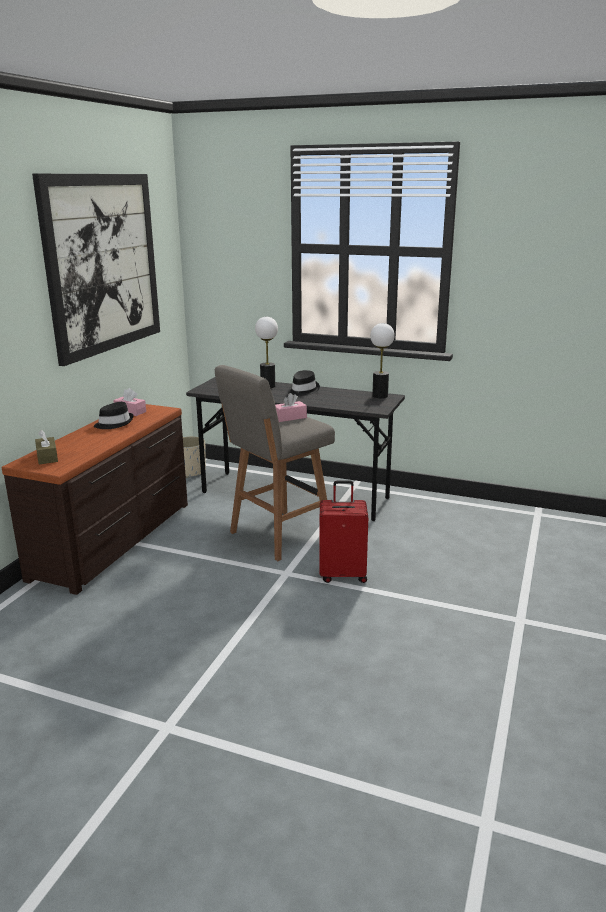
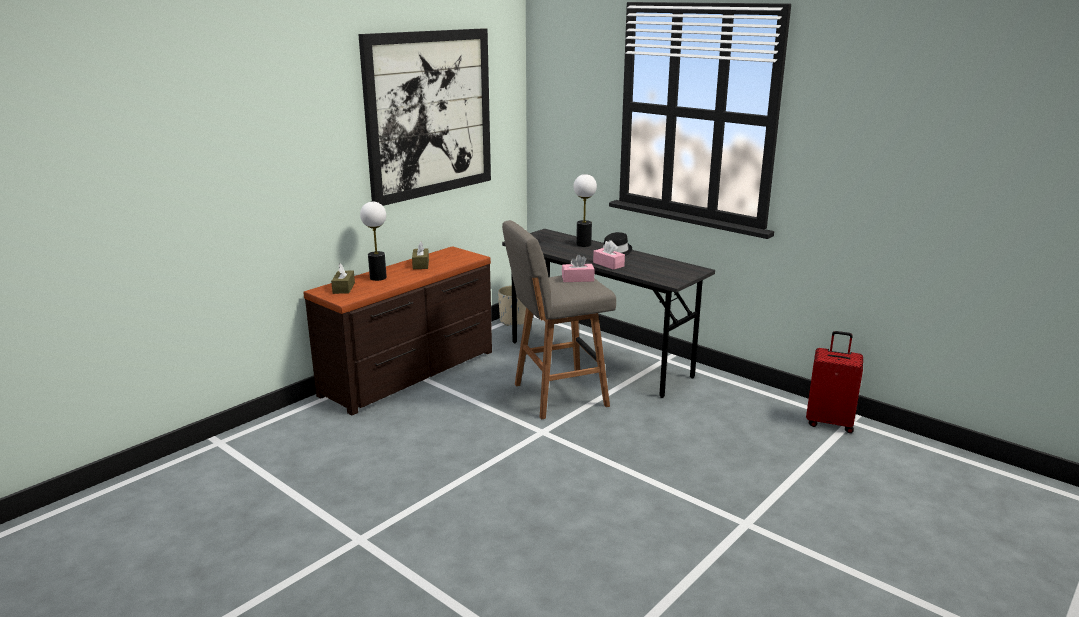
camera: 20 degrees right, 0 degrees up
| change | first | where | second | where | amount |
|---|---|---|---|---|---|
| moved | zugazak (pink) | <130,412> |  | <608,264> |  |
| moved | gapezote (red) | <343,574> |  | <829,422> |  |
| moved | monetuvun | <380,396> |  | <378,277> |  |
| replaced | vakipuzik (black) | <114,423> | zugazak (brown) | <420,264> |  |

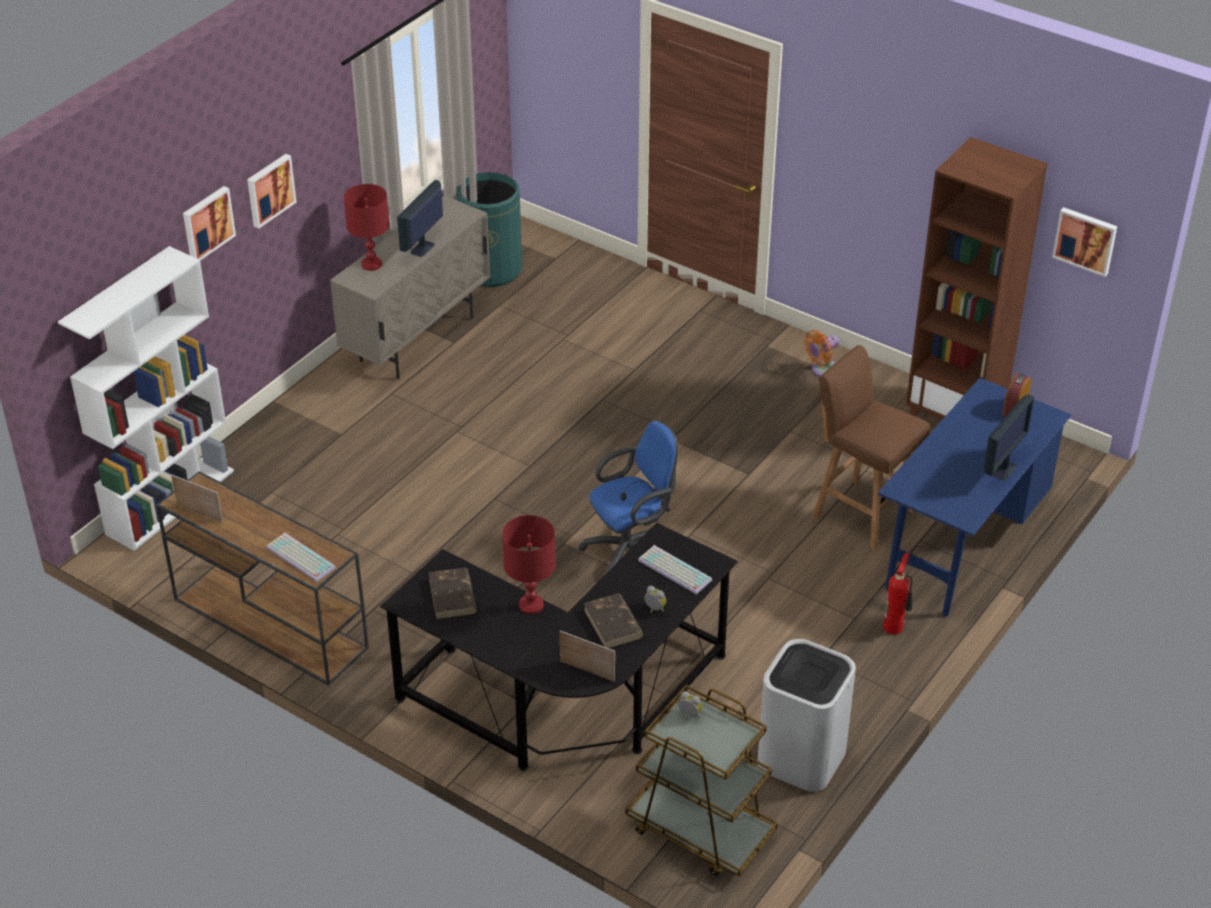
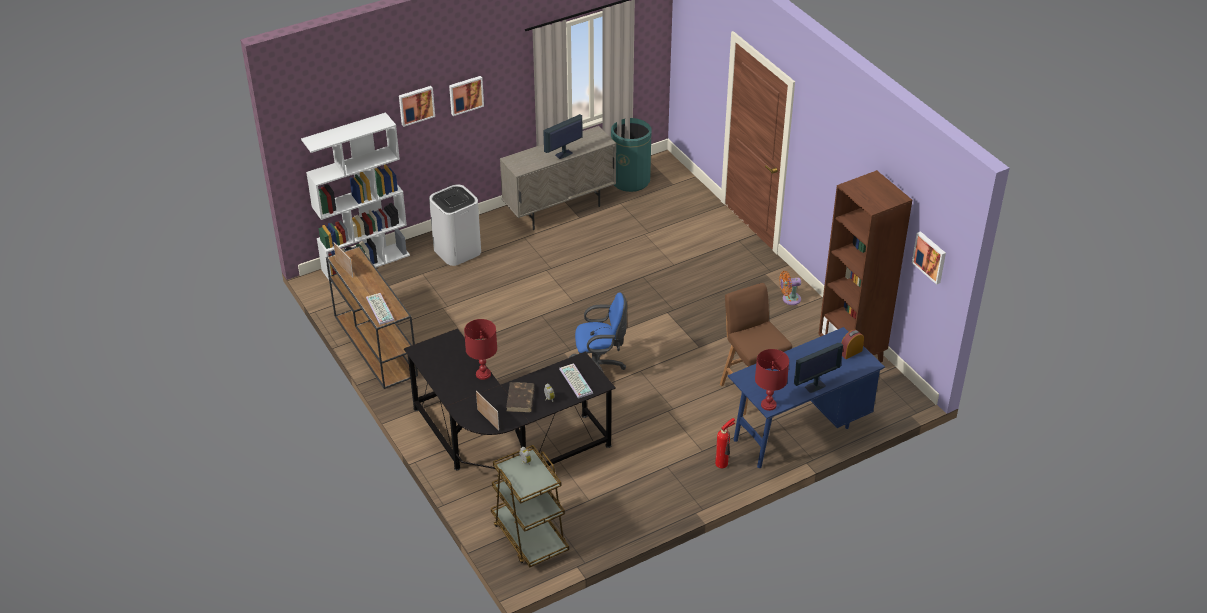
camera: 25 degrees right, 0 degrees up
| change | first | where | second | where | amount |
|---|---|---|---|---|---|
| removed | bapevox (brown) | <452,596> |  |  |  |
| moved | monetuvun (red) | <371,264> |  | <768,405> |  |
| moved | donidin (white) | <801,757> |  | <457,250> |  |

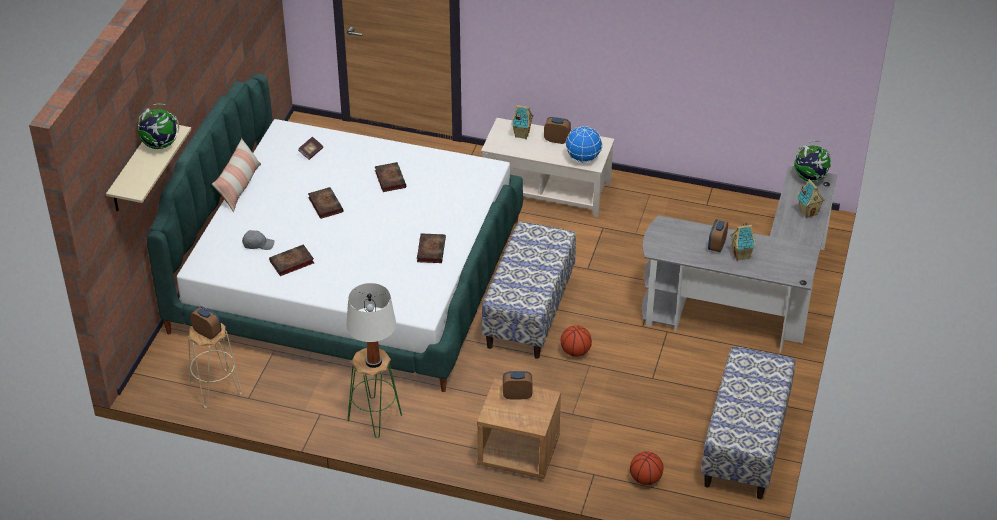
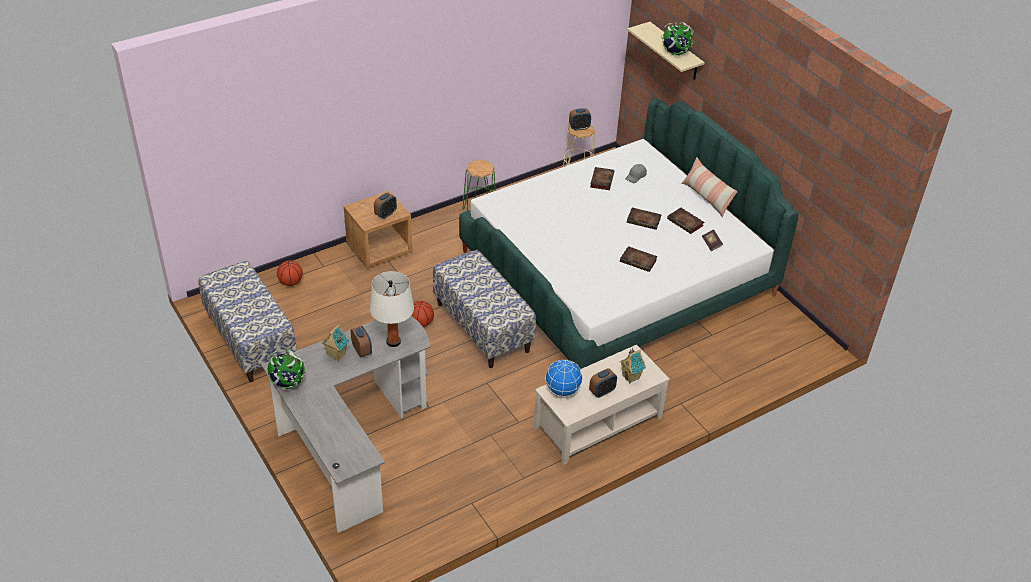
camera: 130 degrees right, 0 degrees up
| change | first | where | second | where | amount |
|---|---|---|---|---|---|
| removed | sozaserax | <808,212> |  |  |  |
| moved | monetuvun (white) | <373,361> |  | <393,342> |  |
| moved | bapevox | <430,249> |  | <686,223> |  |
| moved | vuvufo | <810,178> |  | <287,383> |  |

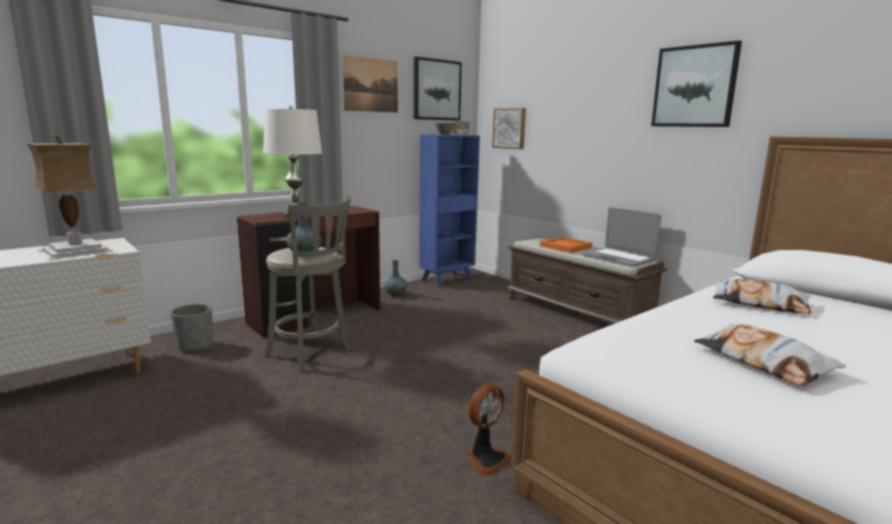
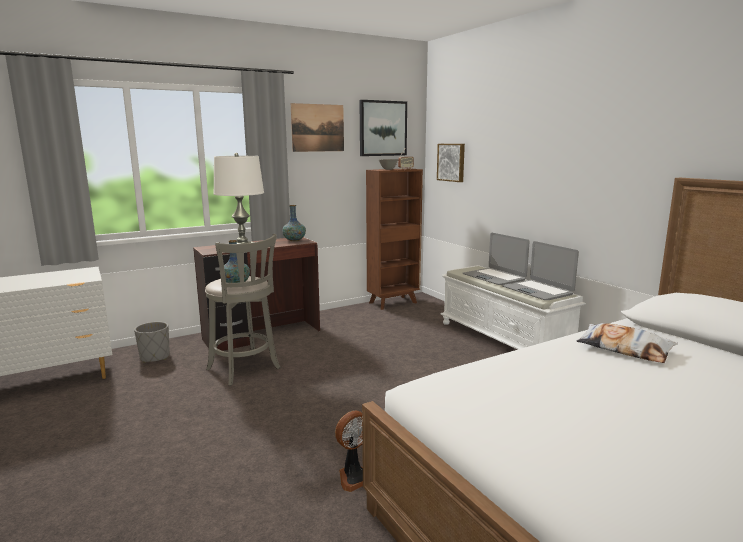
camera: 10 degrees right, 0 degrees up
| change | first | where | second | where | amount |
|---|---|---|---|---|---|
| removed | monetuvun | <77,250> |  |  |  |
| removed | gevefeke | <694,86> |  |  |  |
| removed | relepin | <763,362> |  |  |  |
| moved | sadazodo | <396,294> |  | <294,240> |  |
| replaced | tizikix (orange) | <566,247> | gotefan | <494,277> |  |
| recoloured | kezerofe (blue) | <448,279> | kezerofe (brown) | <394,302> |  |
| recoloured | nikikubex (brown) | <578,312> | nikikubex (white) | <504,340> |  |

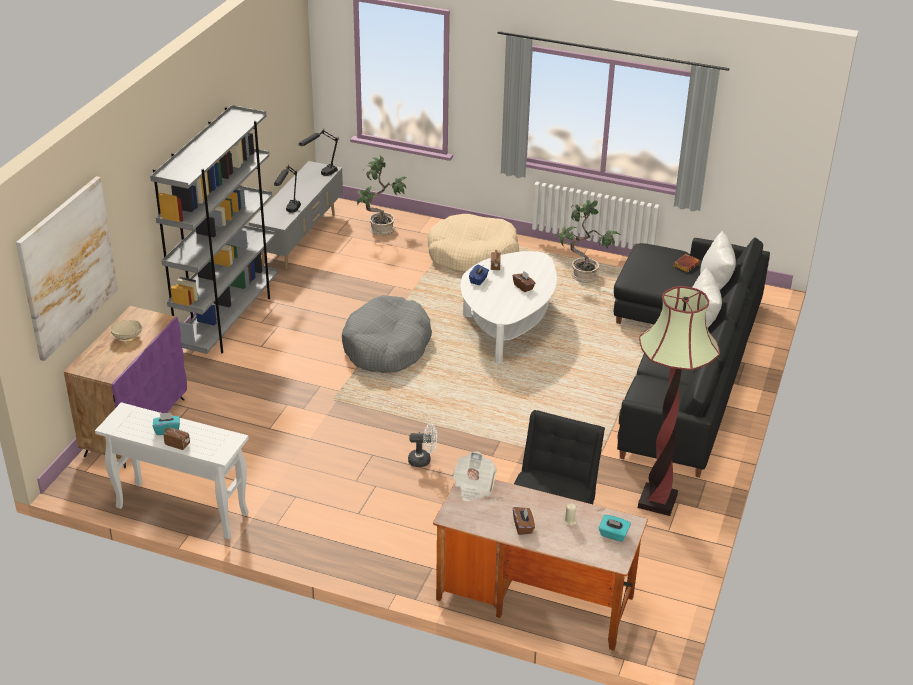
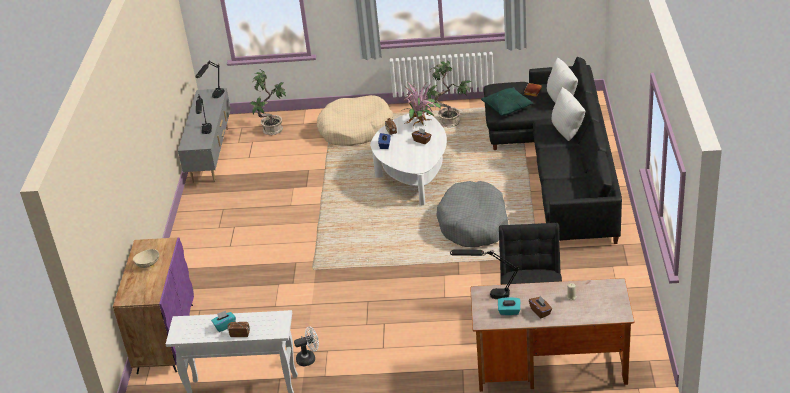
camera: 15 degrees left, 0 degrees up
| change | first | where | second | where | amount |
|---|---|---|---|---|---|
| removed | gevefeke | <68,267> |  |  |  |
| removed | kezerofe (grey) | <228,320> |  |  |  |
| removed | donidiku | <657,501> |  |  |  |
| added |  |  | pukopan | <421,124> |  |
| added |  |  | relepin (green) | <507,107> |  |
| moved | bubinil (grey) | <387,347> |  | <473,224> |  |
| moved | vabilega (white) | <423,460> |  | <309,358> |  |
| moved | zugazak (turquoise) | <613,535> |  | <509,312> |  |
| replaced | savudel | <473,486> | monetuvun (black) | <486,294> |  |

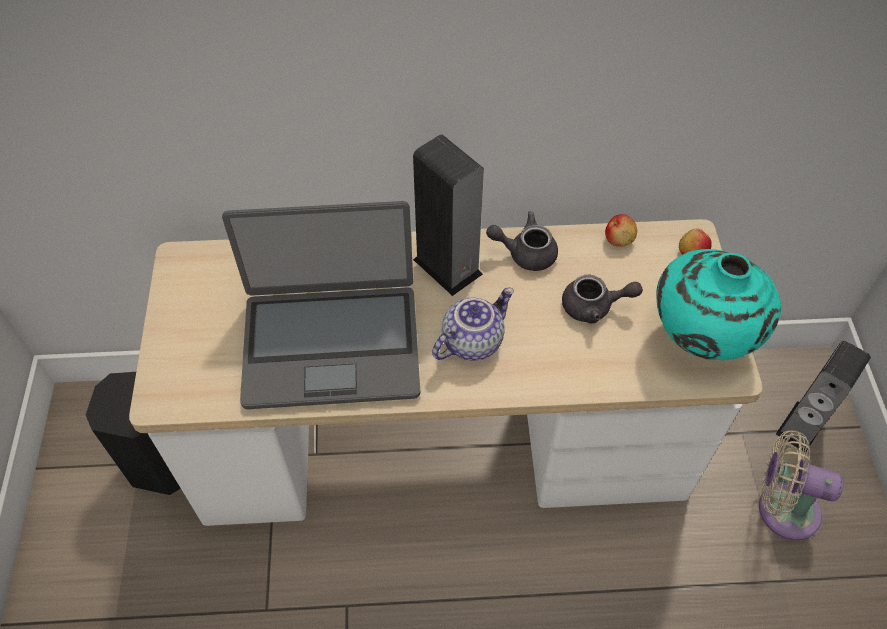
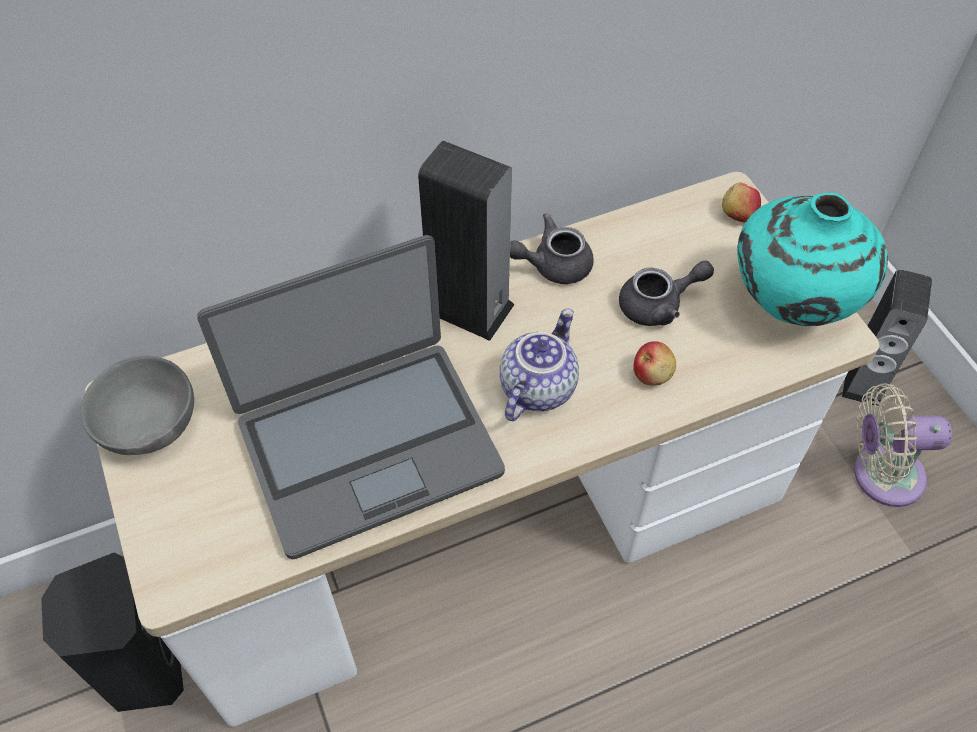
camera: 20 degrees left, 0 degrees up
| change | first | where | second | where | amount |
|---|---|---|---|---|---|
| added |  |  | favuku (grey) | <149,429> |  |
| moved | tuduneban | <619,239> |  | <652,373> |  |

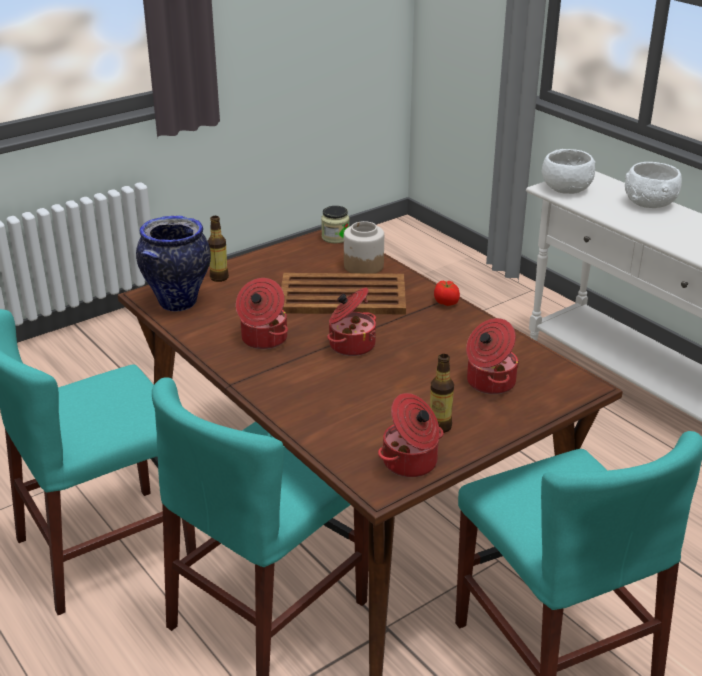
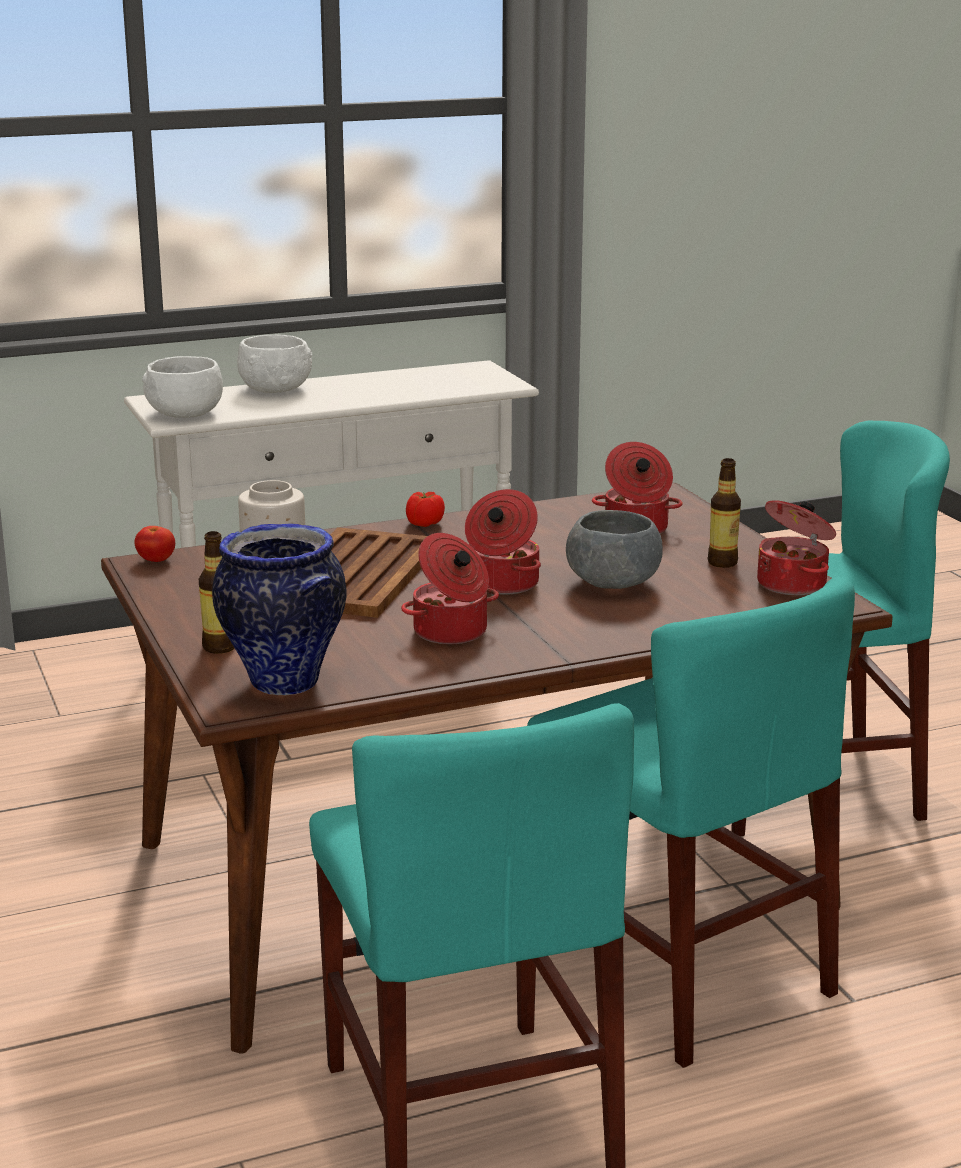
camera: 75 degrees left, 10 degrees down
| change | first | where | second | where | amount |
|---|---|---|---|---|---|
| added |  |  | favuku (grey) | <613,583> |  |
| replaced | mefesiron | <335,237> | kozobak | <156,560> |  |

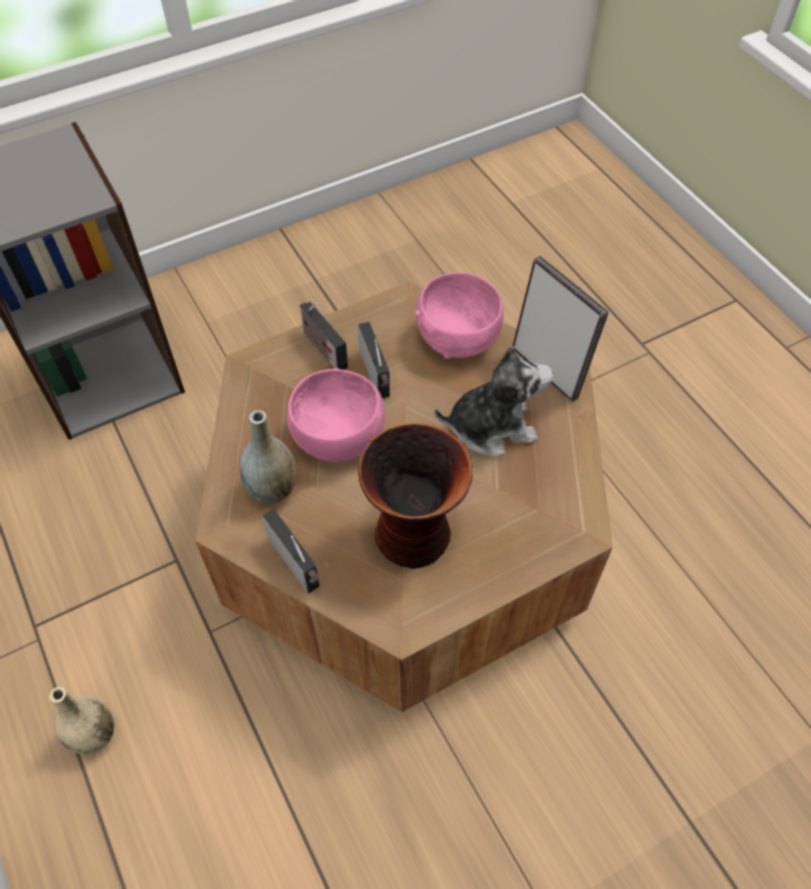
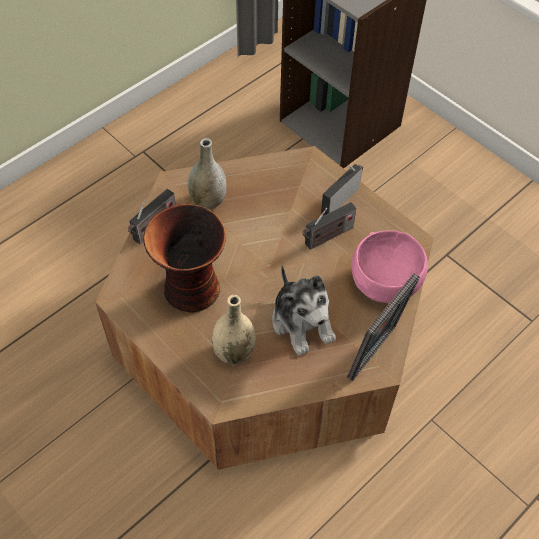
camera: 75 degrees right, 0 degrees up
| change | first | where | second | where | amount |
|---|---|---|---|---|---|
| removed | favuku (pink) | <339,437> |  |  |  |
| moved | sadazodo (beige) | <94,734> |  | <234,352> |  |

